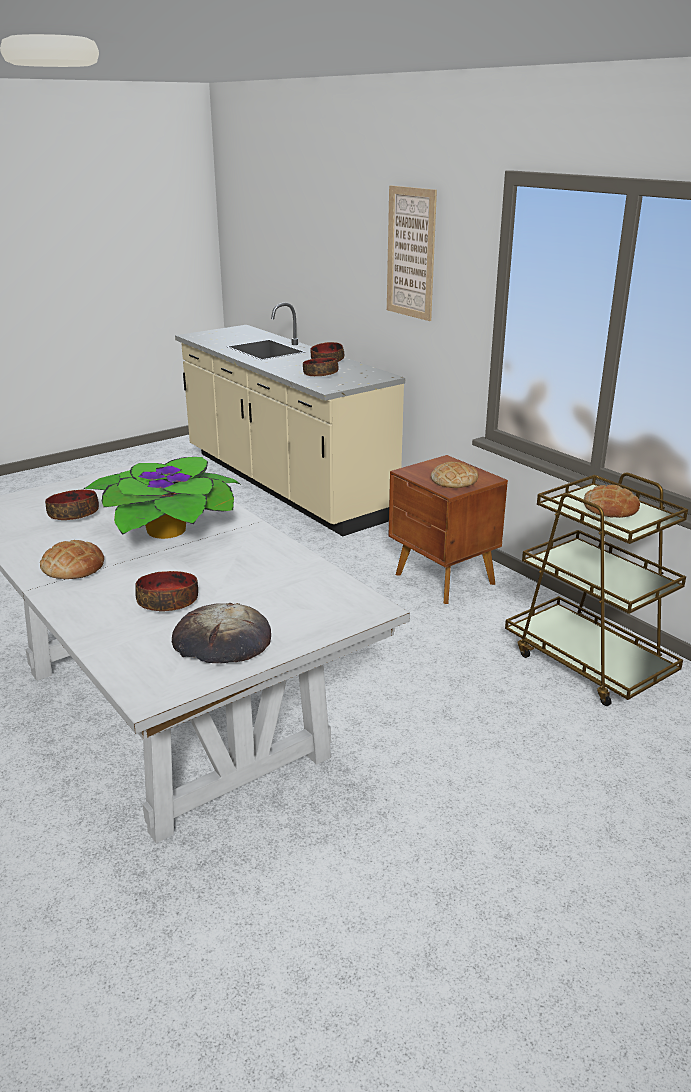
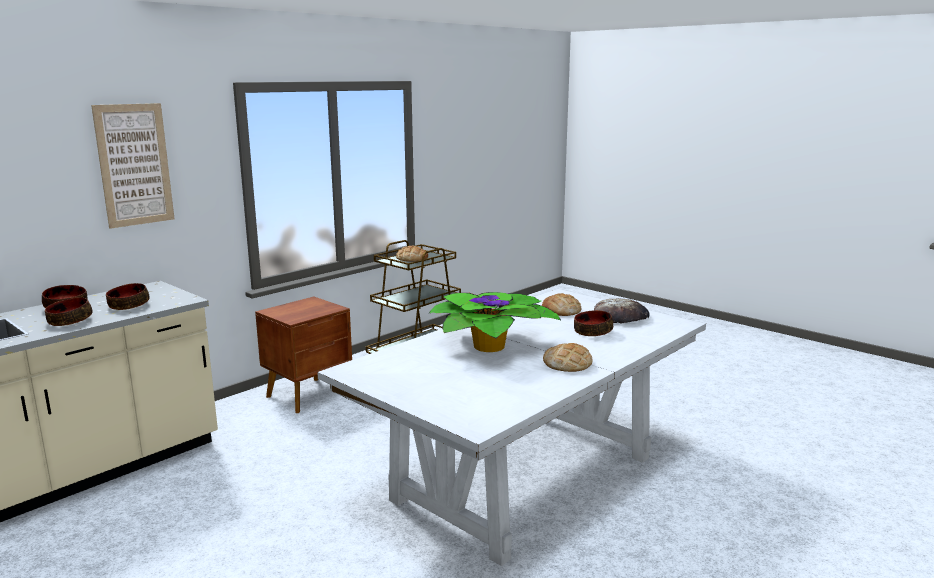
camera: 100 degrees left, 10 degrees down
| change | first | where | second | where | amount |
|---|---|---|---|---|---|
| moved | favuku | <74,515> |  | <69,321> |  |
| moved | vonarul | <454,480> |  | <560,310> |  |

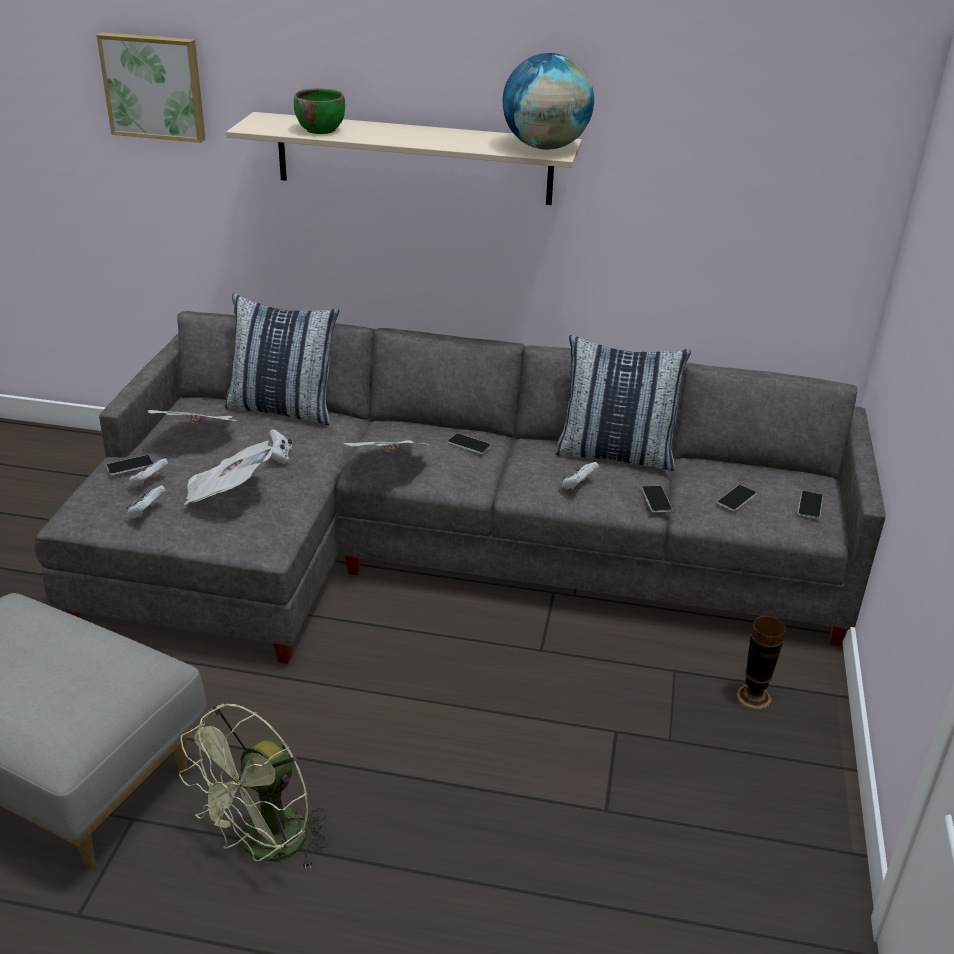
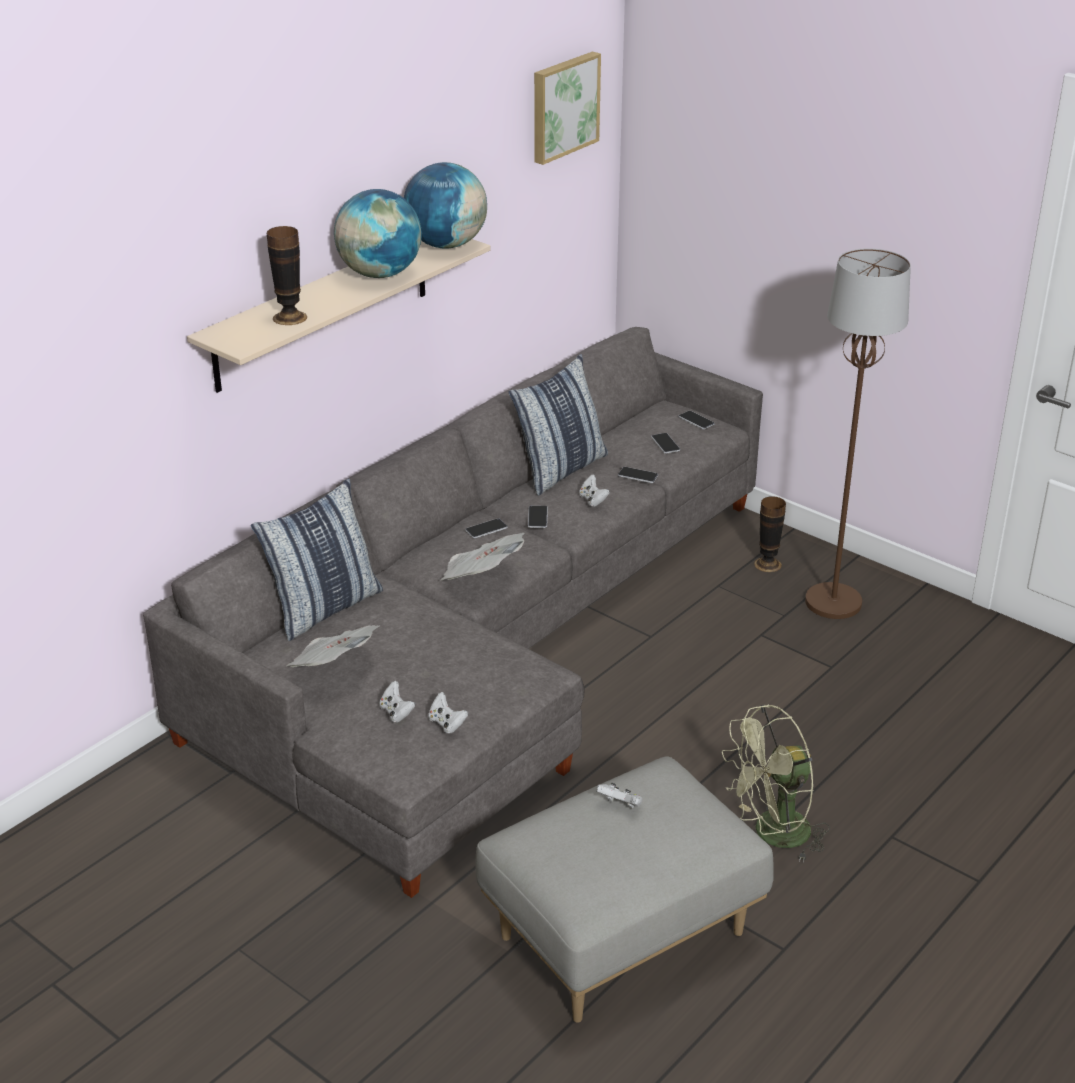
camera: 60 degrees left, 0 degrees up
| change | first | where | second | where | amount |
|---|---|---|---|---|---|
| removed | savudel | <228,493> |  |  |  |
| added |  |  | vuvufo | <380,274> |  |
| added |  |  | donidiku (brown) | <833,603> |  |
| moved | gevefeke | <154,86> |  | <563,106> |  |
| moved | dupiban | <130,466> |  | <537,517> |  |
| moved | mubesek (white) | <280,457> |  | <620,805> |  |
| replaced | favuku (green) | <321,130> | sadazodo | <289,317> |  |
| turned | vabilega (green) | <264,847> |  | <772,835> | 90 degrees clockwise |

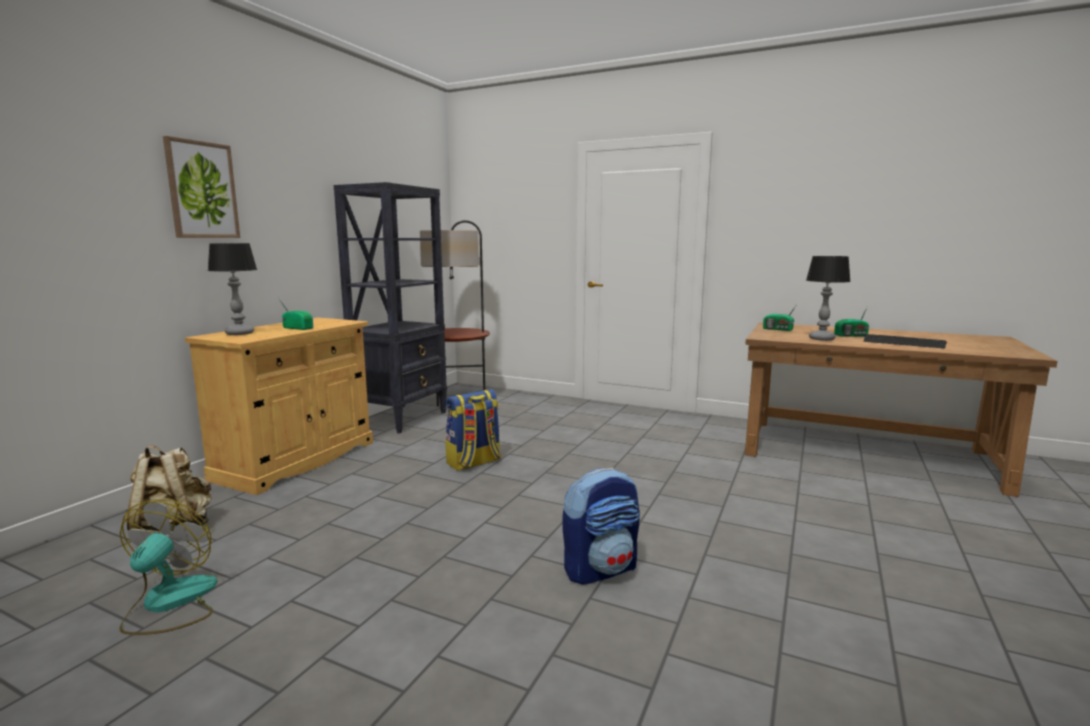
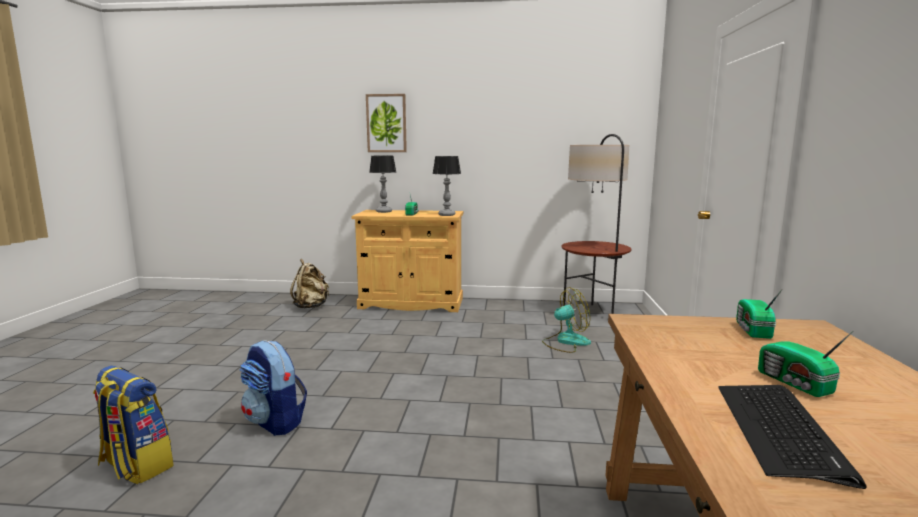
camera: 70 degrees right, 0 degrees up
| change | first | where | second | where | amount |
|---|---|---|---|---|---|
| removed | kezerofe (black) | <402,418> |  |  |  |
| moved | vabilega | <169,604> |  | <566,342> |  |
| moved | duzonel | <474,463> |  | <135,466> |  |
| moved | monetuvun | <822,339> |  | <447,215> |  |

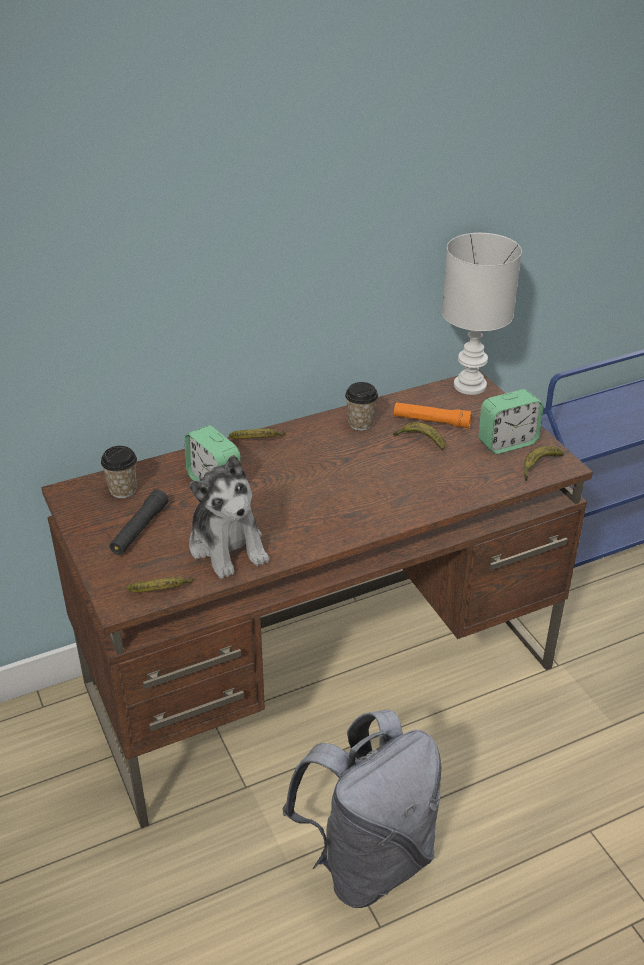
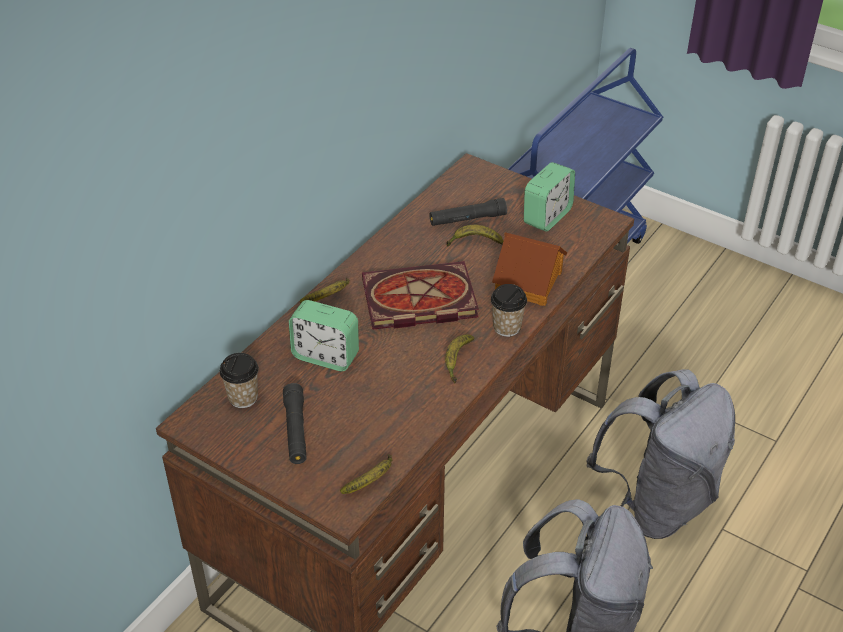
camera: 30 degrees left, 5 degrees up
| change | first | where | second | where | amount |
|---|---|---|---|---|---|
| removed | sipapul | <228,546> |  |  |  |
| removed | monetuvun (white) | <469,386> |  |  |  |
| added |  |  | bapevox | <416,301> |  |
| added |  |  | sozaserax | <529,282> |  |
| added |  |  | duzonel (grey) | <657,503> |  |
| moved | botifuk | <360,423> |  | <507,327> |  |
| moved | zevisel | <538,466> |  | <457,361> |  |
| recoloured | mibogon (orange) | <431,421> | mibogon (black) | <467,219> |  |

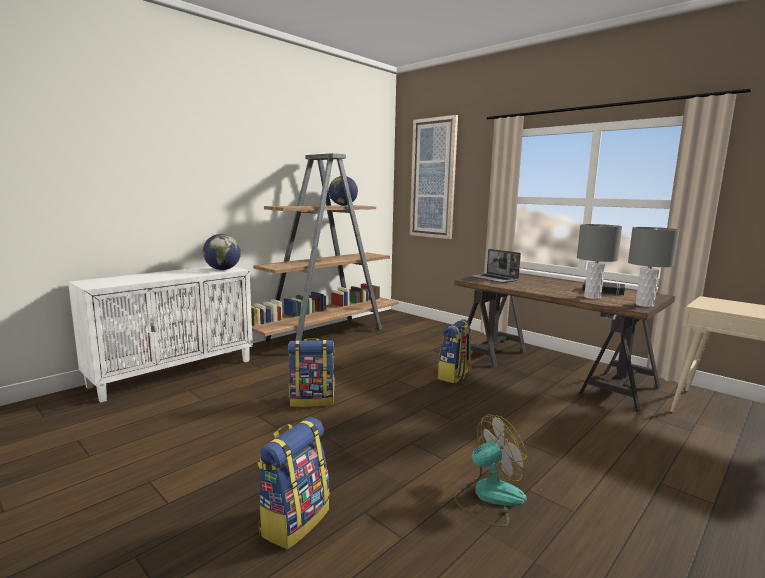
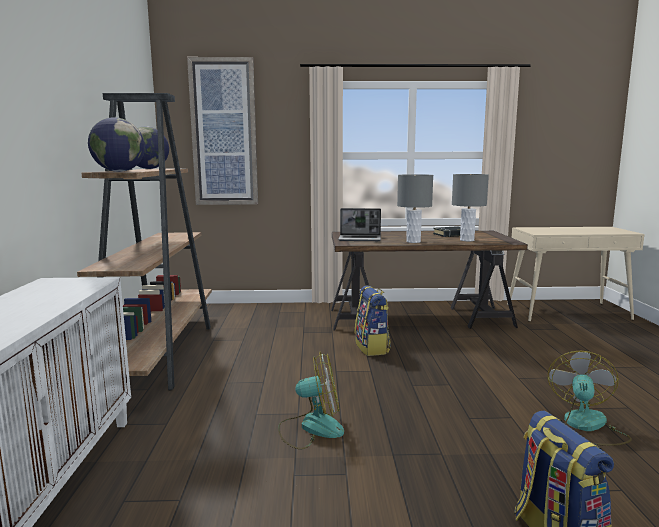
camera: 45 degrees left, 0 degrees up
| change | first | where | second | where | amount |
|---|---|---|---|---|---|
| moved | vuvufo | <222,269> |  | <119,171> |  |
| moved | monetuvun (grey) | <645,305> |  | <413,241> |  |
| replaced | duzonel | <312,400> | vabilega | <311,428> |  |

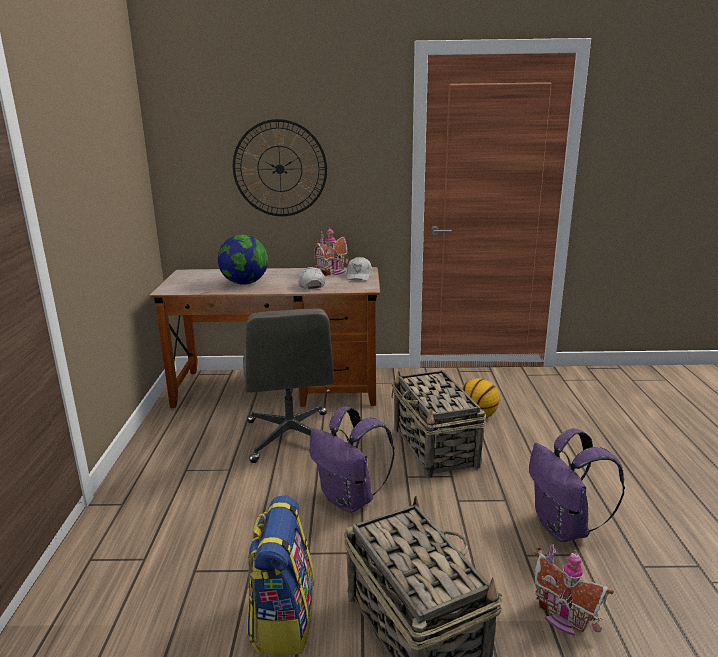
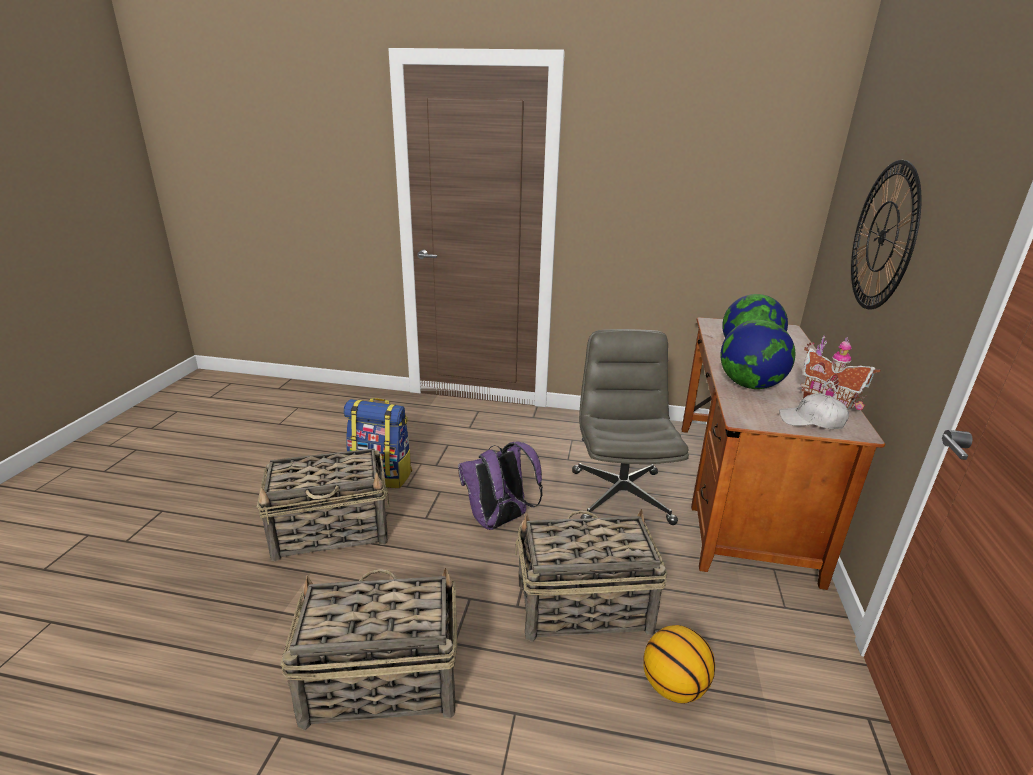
camera: 100 degrees right, 5 degrees up
| change | first | where | second | where | amount |
|---|---|---|---|---|---|
| removed | sozaserax | <564,617> |  |  |  |
| replaced | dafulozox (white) | <311,285> | vuvufo | <750,385> |  |
| replaced | duzonel (purple) | <564,528> | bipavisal | <379,682> |  |
| turned | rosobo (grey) | <291,437> |  | <620,496> | 90 degrees clockwise |

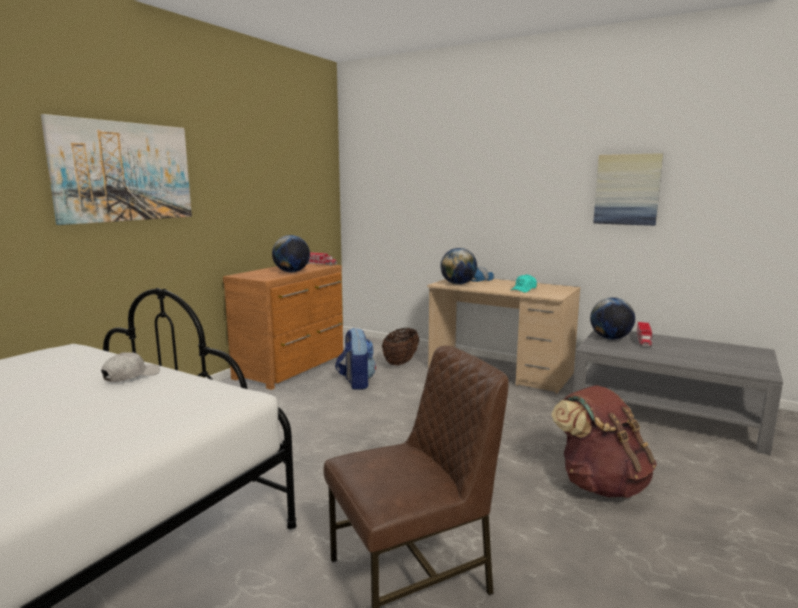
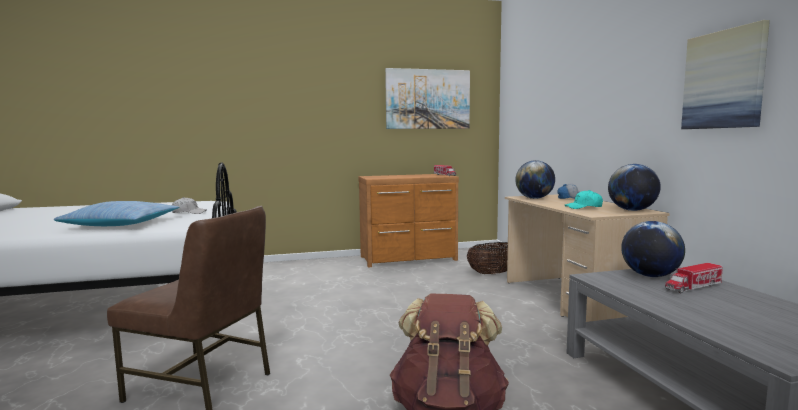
camera: 45 degrees right, 5 degrees down
| change | first | where | second | where | amount |
|---|---|---|---|---|---|
| removed | duzonel | <356,383> |  |  |  |
| added |  |  | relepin | <122,224> |  |
| moved | gevefeke | <124,172> |  | <428,99> |  |
| moved | vuvufo | <292,272> |  | <632,210> |  |

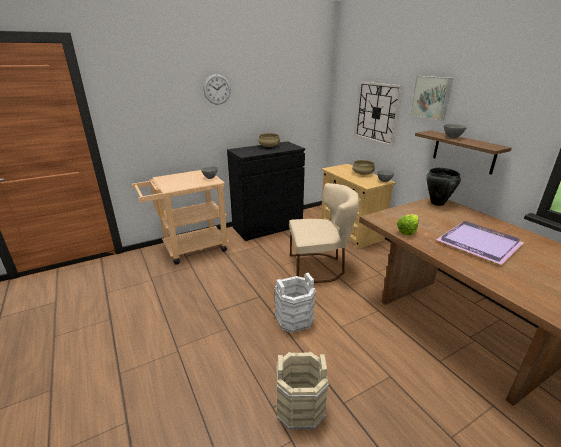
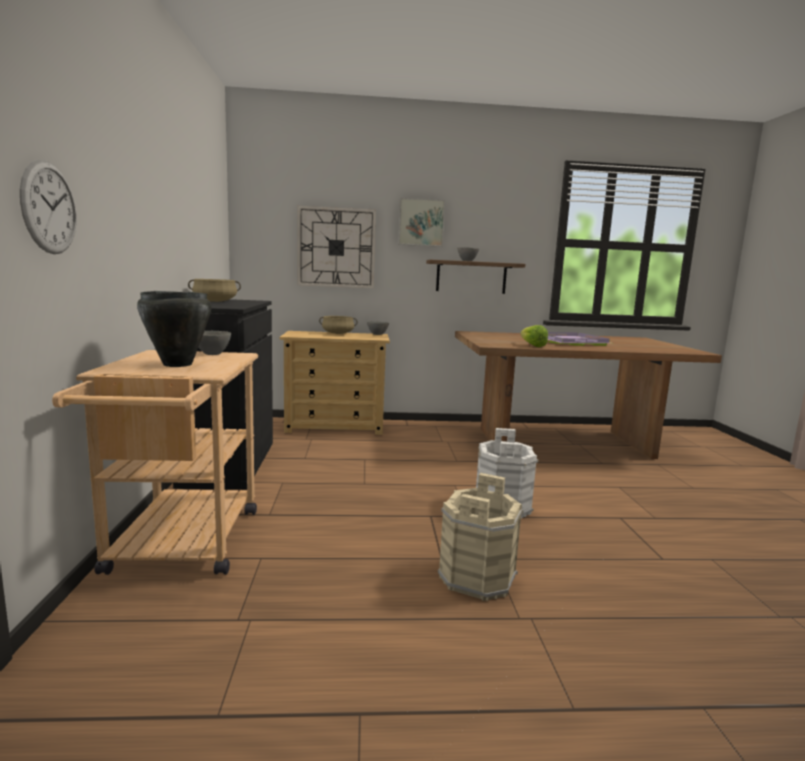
camera: 65 degrees left, 15 degrees down
| change | first | where | second | where | amount |
|---|---|---|---|---|---|
| removed | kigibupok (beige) | <320,267> |  |  |  |
| moved | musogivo | <217,89> |  | <49,208> |  |
| moved | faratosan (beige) | <300,407> |  | <476,576> |  |
| moved | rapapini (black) | <437,203> |  | <177,364> |  |

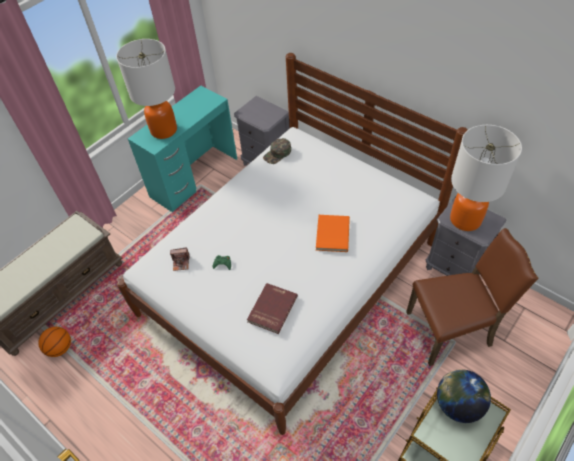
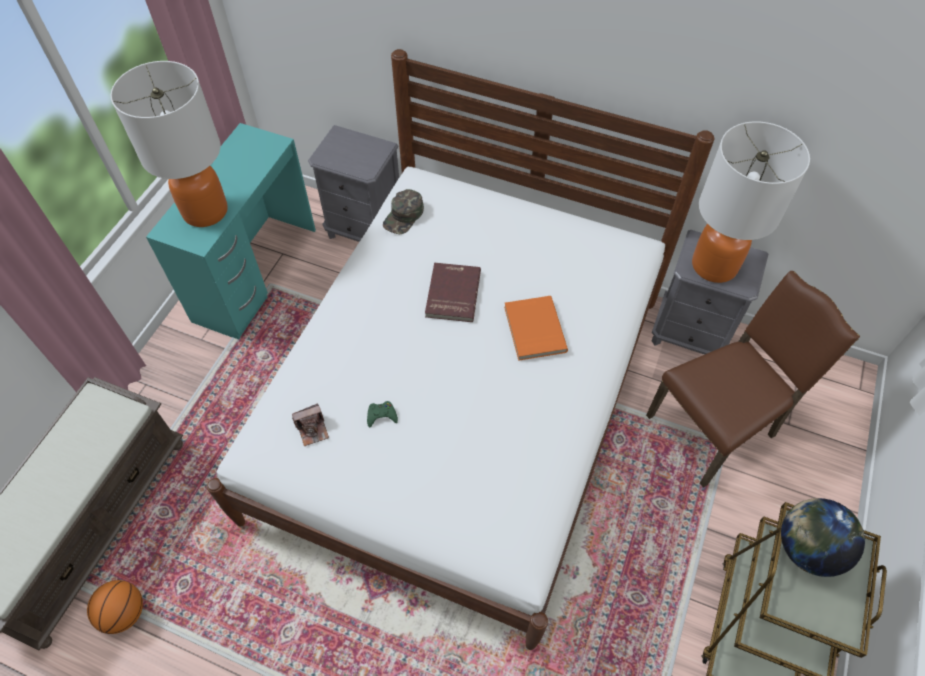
camera: 20 degrees left, 5 degrees up
| change | first | where | second | where | amount |
|---|---|---|---|---|---|
| moved | bapevox (red) | <271,308> |  | <451,294> |  |

